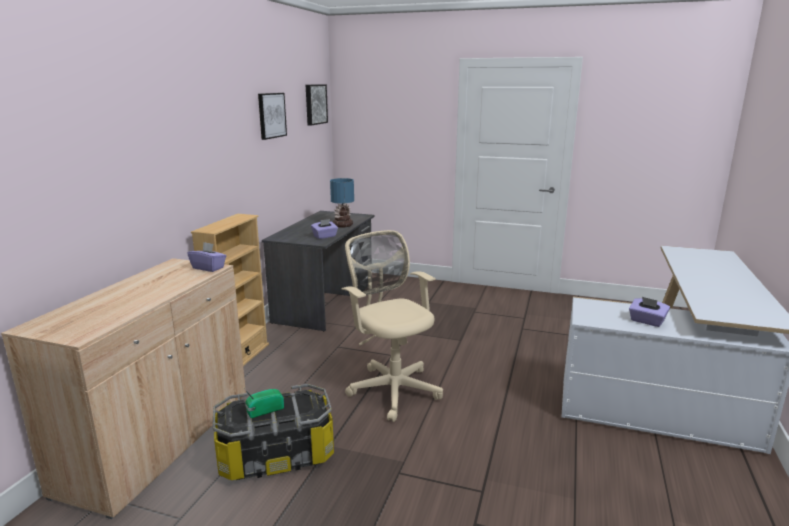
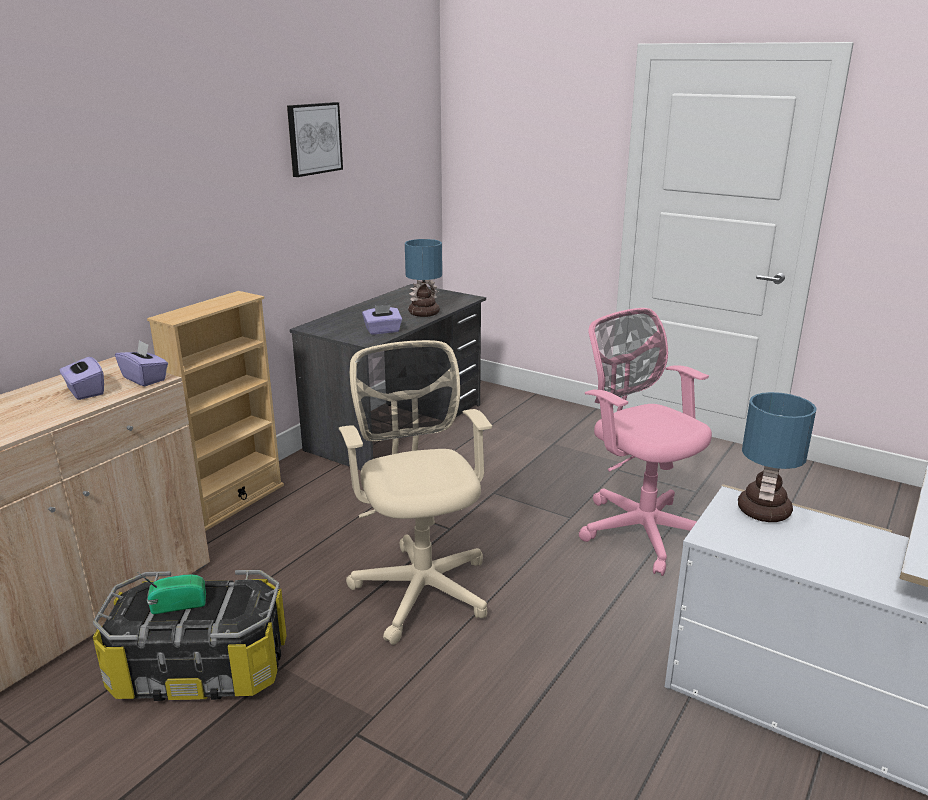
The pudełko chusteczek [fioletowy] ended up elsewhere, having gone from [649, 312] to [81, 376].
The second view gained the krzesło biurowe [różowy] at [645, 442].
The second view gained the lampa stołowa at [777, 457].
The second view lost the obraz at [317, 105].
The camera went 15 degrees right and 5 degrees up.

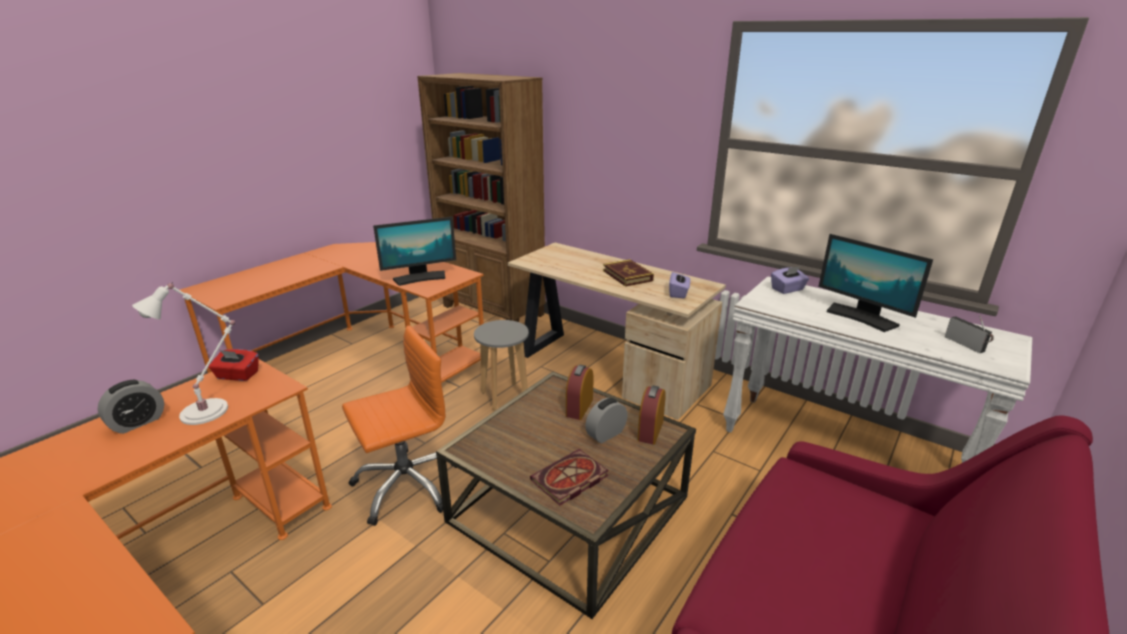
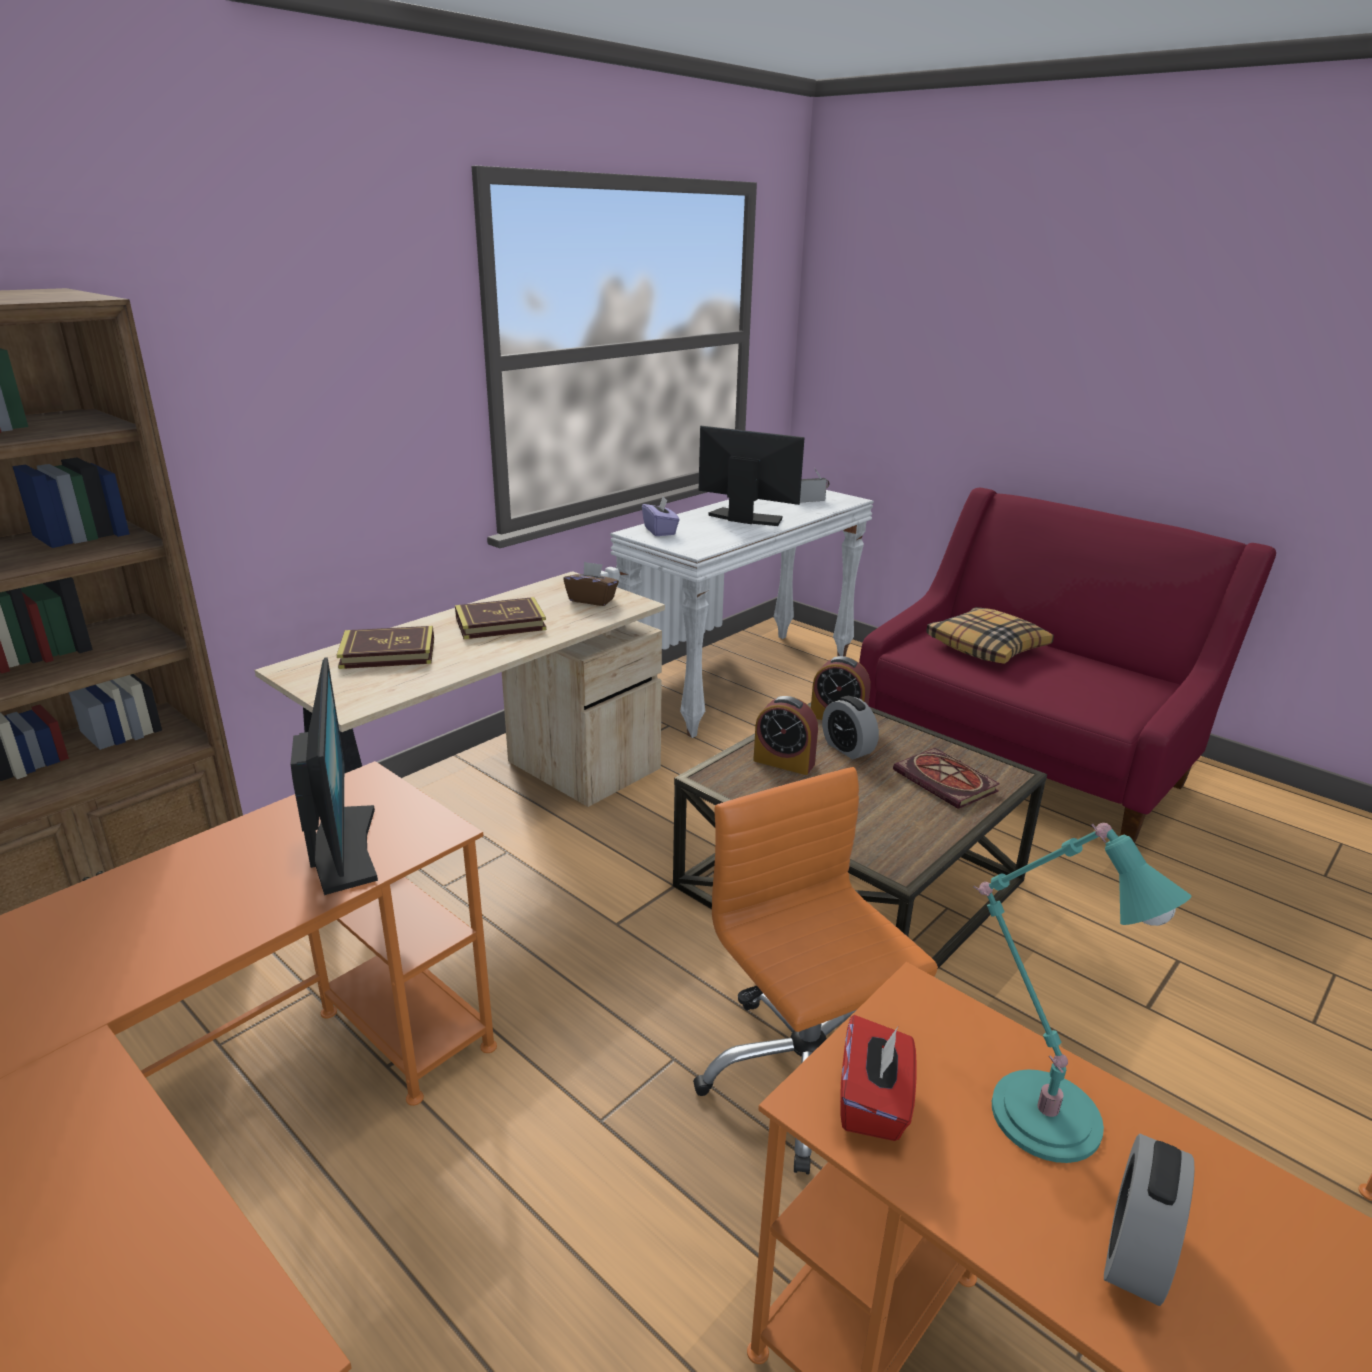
The second view gained the książka at [385, 647].
What was the pudełko chusteczek [fioletowy] at [680, 285] turned into the pudełko chusteczek [brązowy] at [591, 583].
The monitor at [875, 283] ended up facing another way, 120 degrees counterclockwise from before.
The second view gained the poduszka at [990, 635].
What was the lampa stołowa [biały] at [183, 353] turned into the lampa stołowa [turkusowy] at [1082, 993].
The budzik at [130, 406] ended up facing another way, 105 degrees counterclockwise from before.
The second view lost the stołek [szary] at [501, 365].
The camera went 85 degrees left and 0 degrees up.

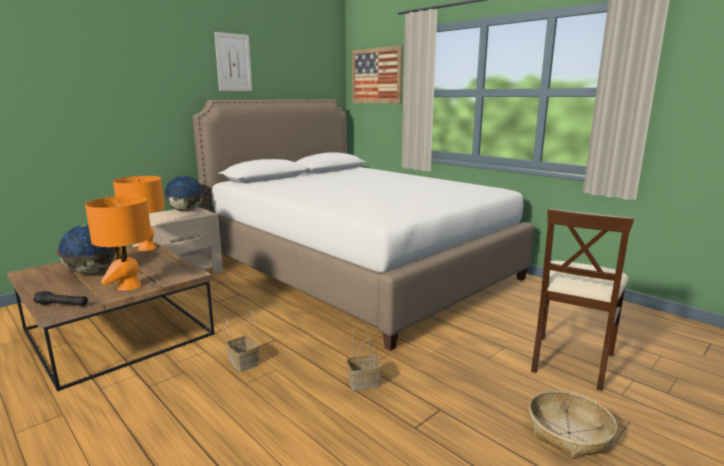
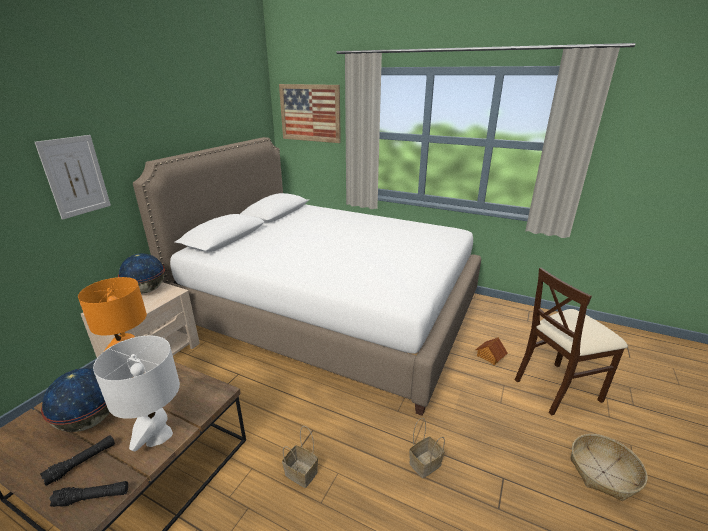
The obraz ended up elsewhere, having gone from [233, 61] to [73, 177].
The second view gained the latarka [czarny] at [77, 460].
What was the lampa stołowa [pomarańczowy] at [118, 243] turned into the lampa stołowa [biały] at [136, 393].
The second view gained the domek at [491, 351].
The krzesło [beżowy] at [582, 299] ended up facing another way, 60 degrees clockwise from before.
The camera went 20 degrees left and 10 degrees up.

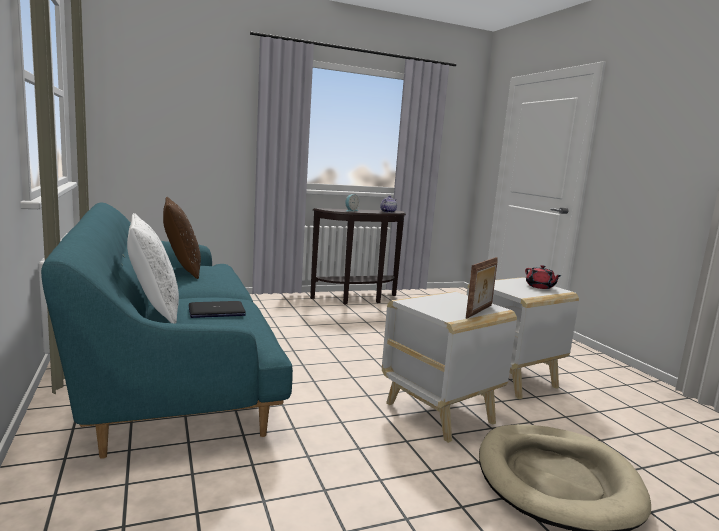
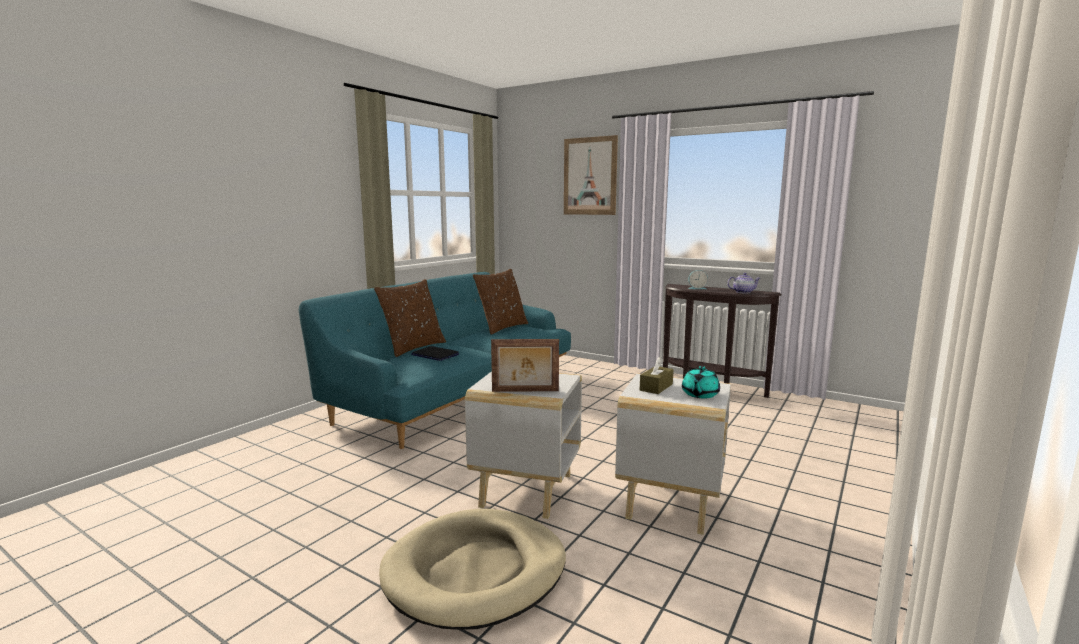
What was the poduszka [biały] at [153, 268] turned into the poduszka [brązowy] at [410, 318].
The second view gained the obraz at [591, 175].
The second view gained the pudełko chusteczek [brązowy] at [657, 375].
What was the imbryk [czerwony] at [543, 277] turned into the imbryk [turkusowy] at [701, 382].
The camera went 55 degrees right and 0 degrees up.

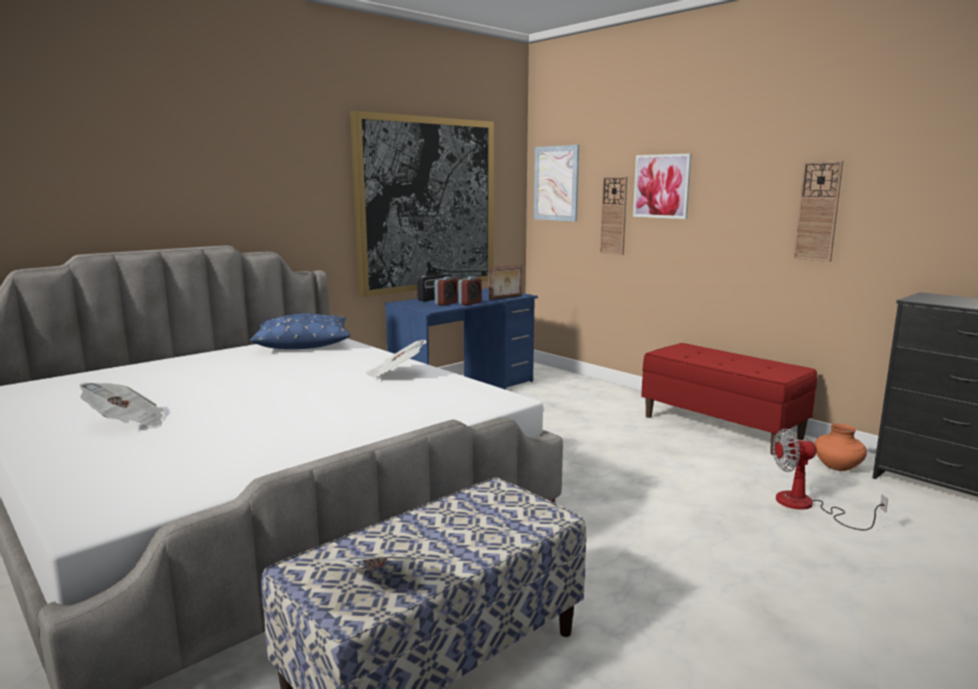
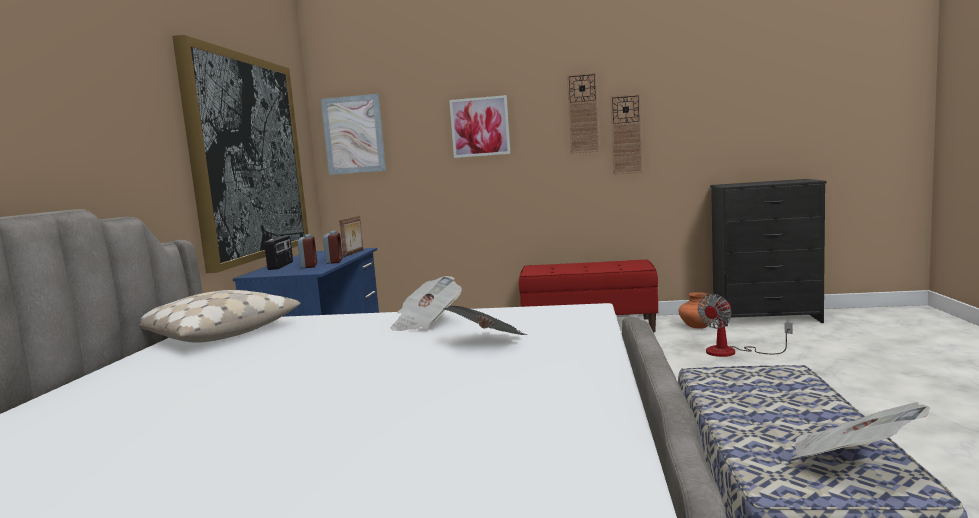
What was the poduszka [niebieski] at [300, 331] turned into the poduszka [beżowy] at [219, 316].
The gazeta ended up elsewhere, having gone from [122, 405] to [485, 320].
The zegar ścienny ended up elsewhere, having gone from [613, 216] to [583, 113].
The camera went 40 degrees left and 5 degrees down.

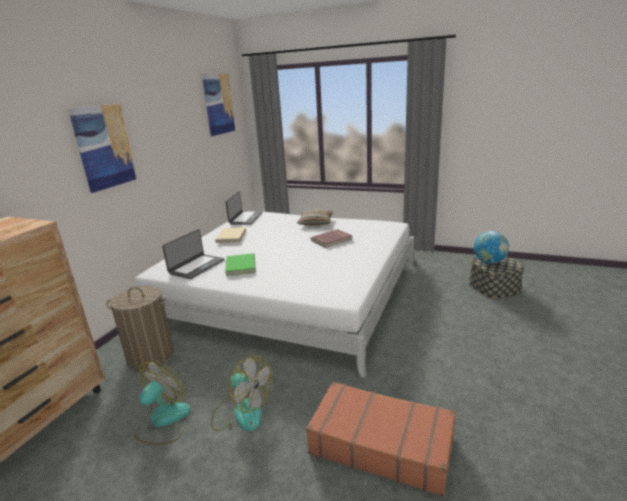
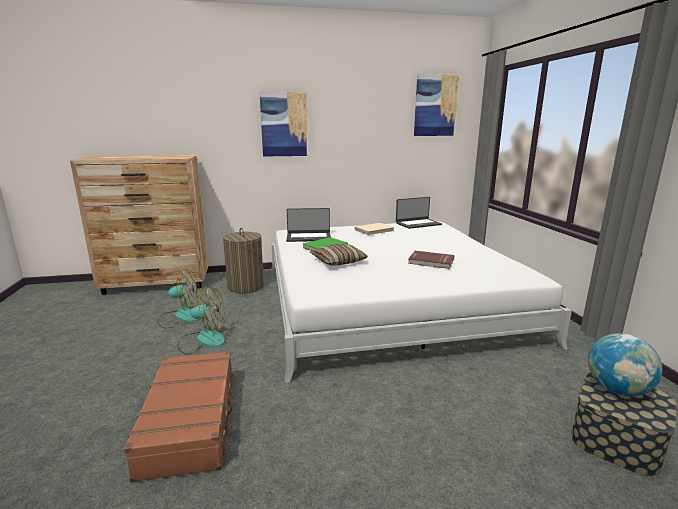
The wentylator at [241, 393] ended up facing another way, 90 degrees counterclockwise from before.
The poduszka ended up elsewhere, having gone from [315, 217] to [339, 254].
The camera went 55 degrees right and 5 degrees down.

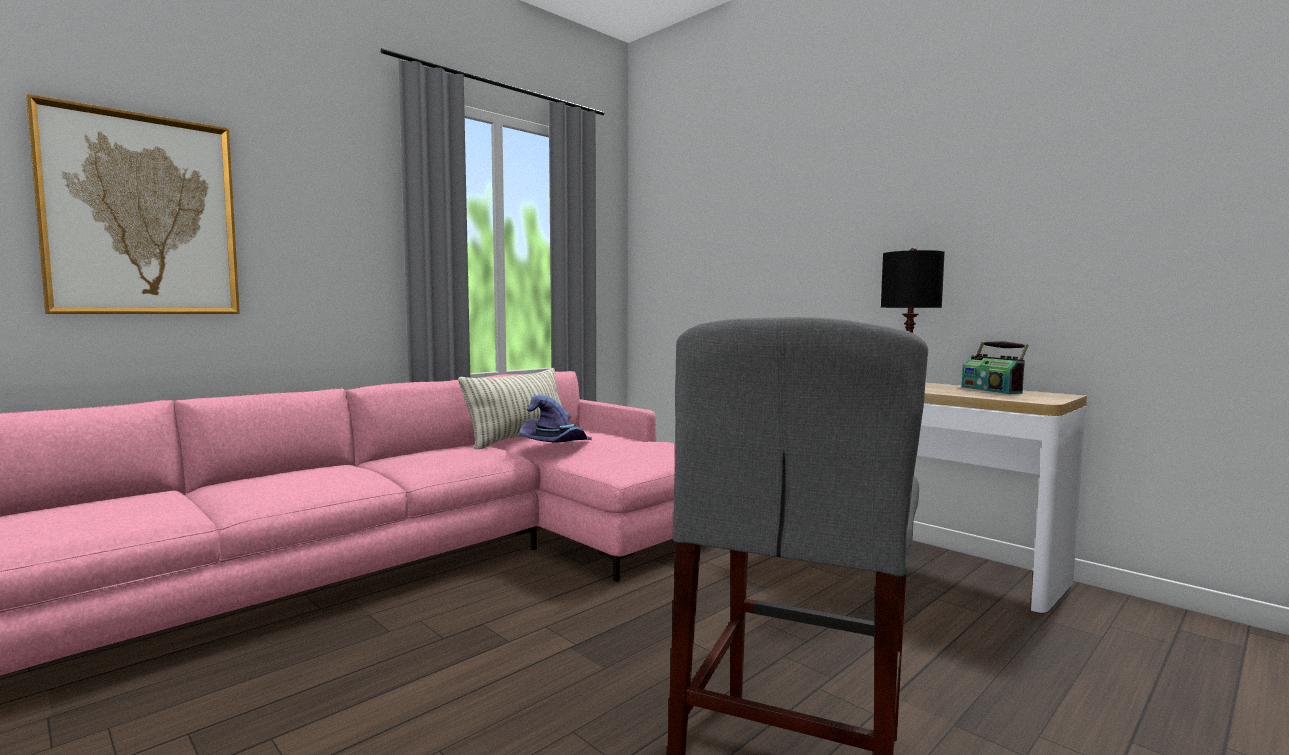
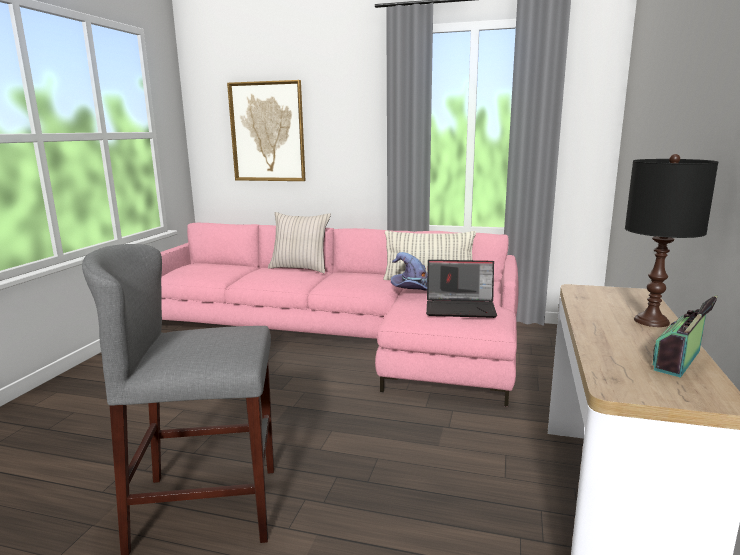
The second view gained the poduszka [beżowy] at [299, 242].
The second view gained the laptop at [461, 289].
The camera went 60 degrees right and 10 degrees up.

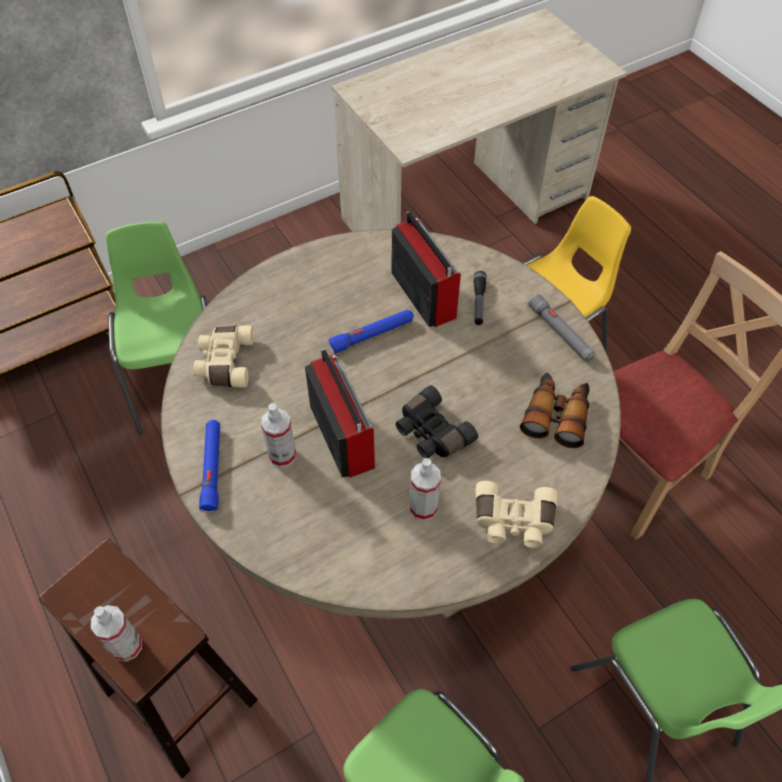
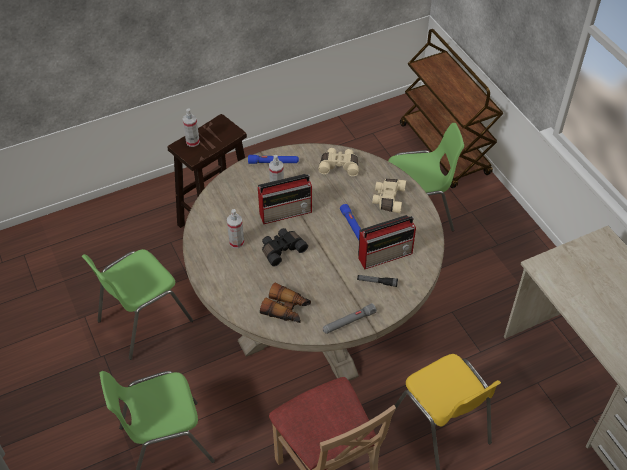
The lornetka [beżowy] ended up elsewhere, having gone from [516, 514] to [389, 196].
The camera went 95 degrees right and 5 degrees down.

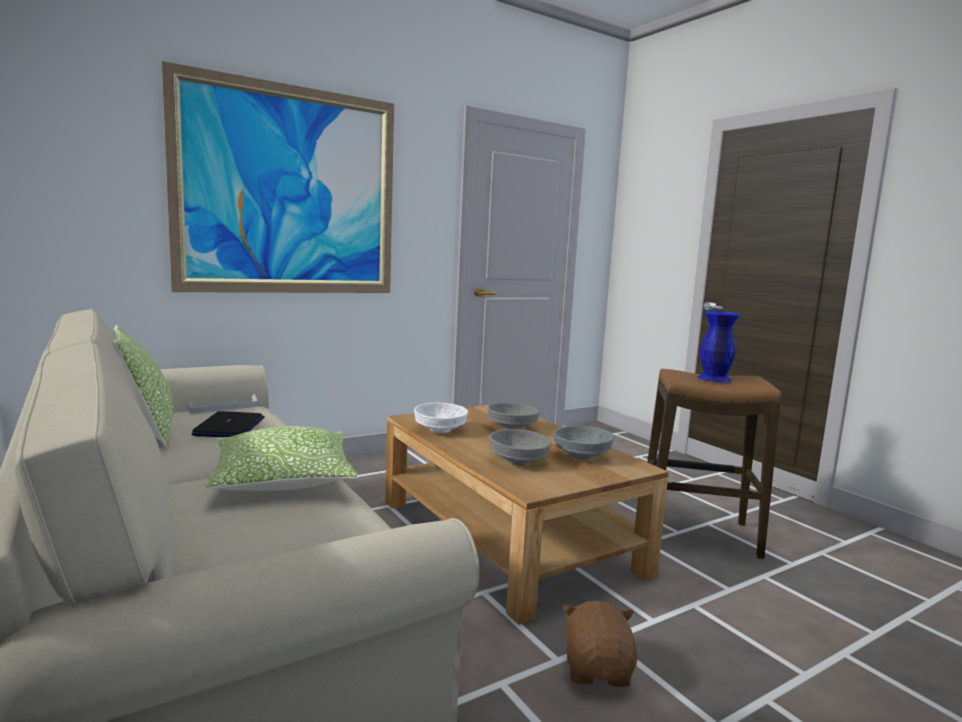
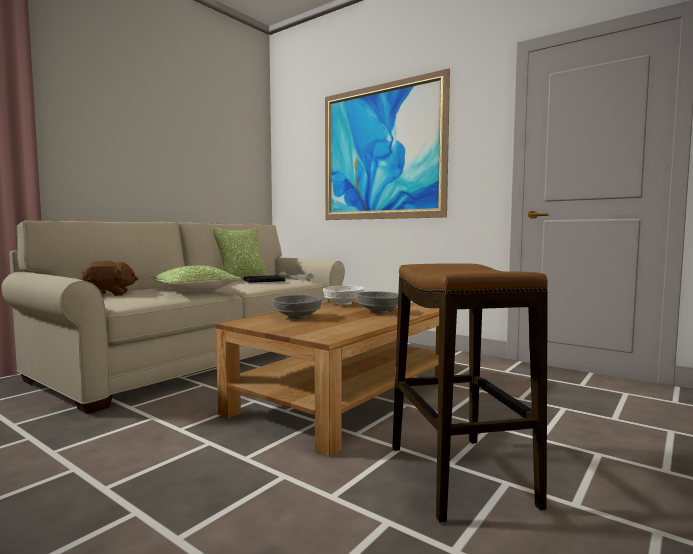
The pluszak [brązowy] ended up elsewhere, having gone from [600, 644] to [110, 278].
The second view lost the miska [szary] at [583, 442].
The second view lost the wazon [niebieski] at [718, 346].
The camera went 70 degrees right and 5 degrees down.

